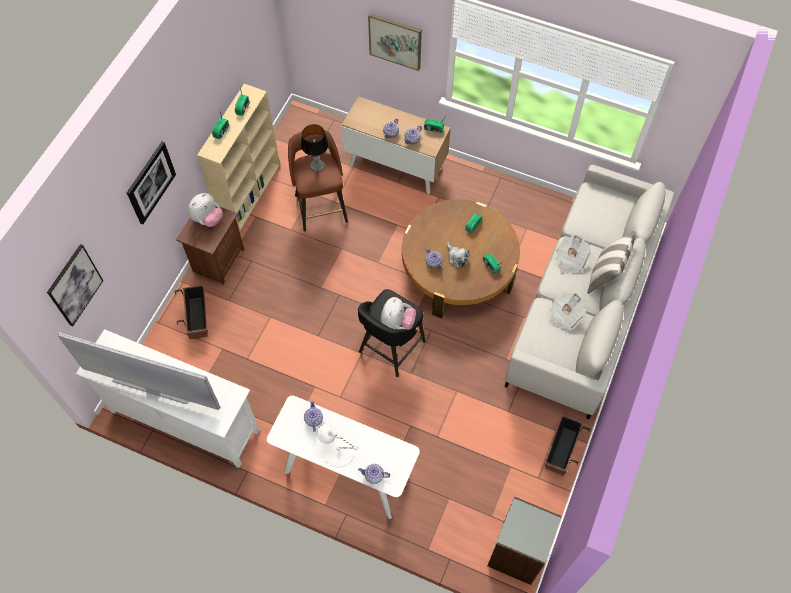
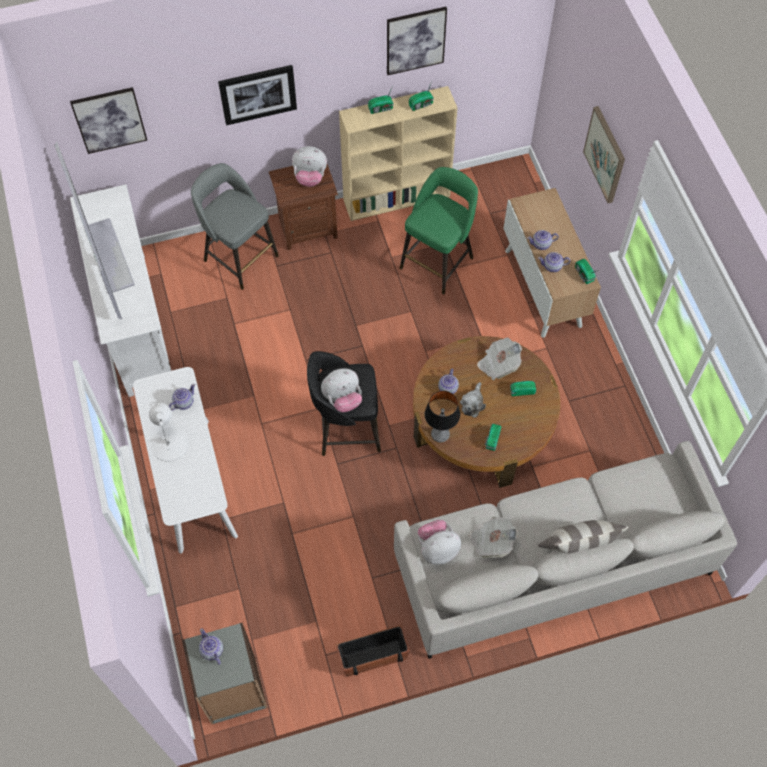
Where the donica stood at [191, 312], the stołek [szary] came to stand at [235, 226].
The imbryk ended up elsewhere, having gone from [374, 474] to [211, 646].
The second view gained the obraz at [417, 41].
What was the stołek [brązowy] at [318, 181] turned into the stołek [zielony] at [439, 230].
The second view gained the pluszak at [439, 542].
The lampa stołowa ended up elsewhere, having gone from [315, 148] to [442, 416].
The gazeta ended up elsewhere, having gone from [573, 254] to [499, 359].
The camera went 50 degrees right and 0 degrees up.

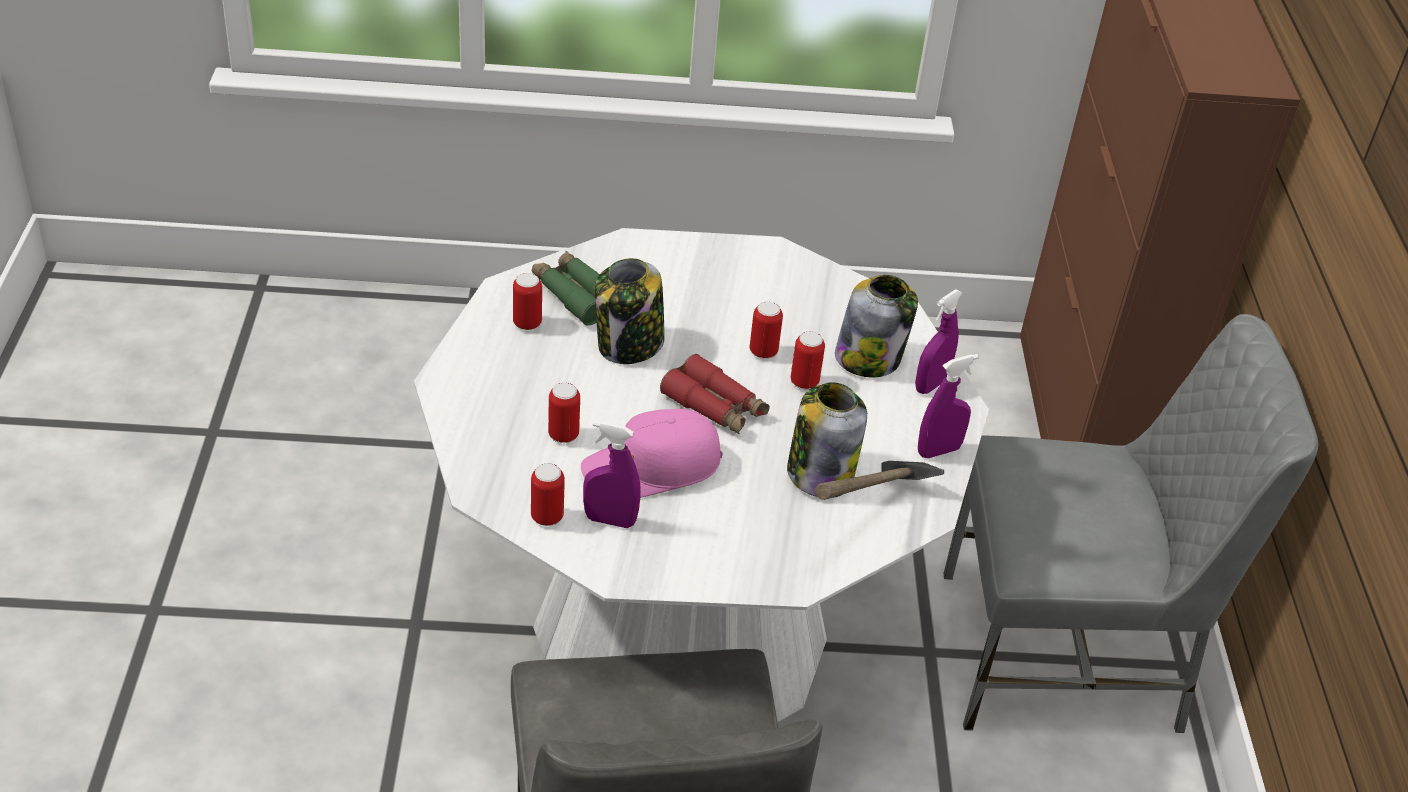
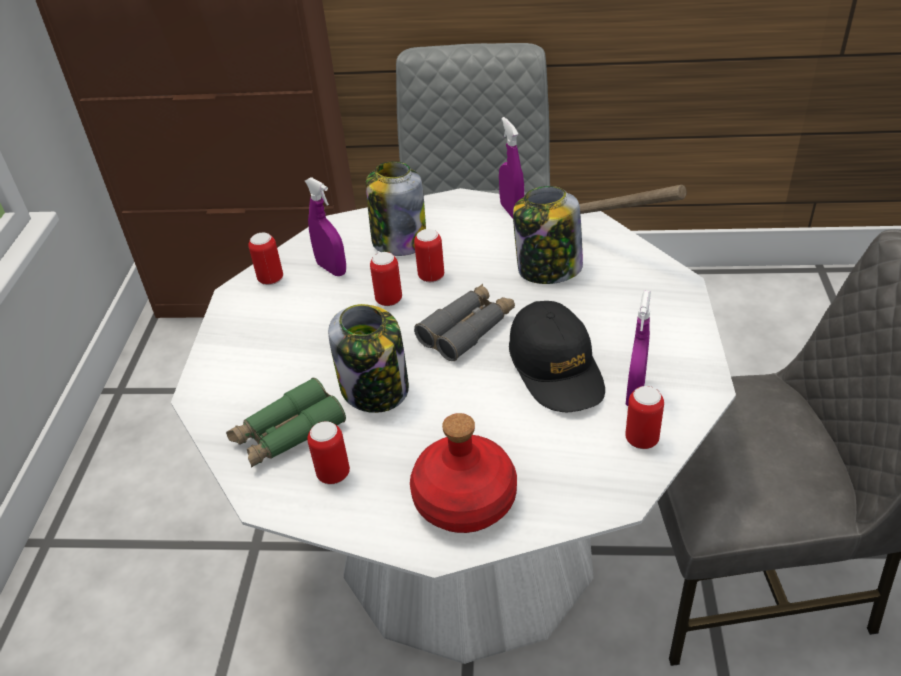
The puszka ended up elsewhere, having gone from [564, 413] to [265, 259].
The spryskiwacz [fioletowy] ended up elsewhere, having gone from [938, 341] to [325, 226].
The second view gained the butelka [czerwony] at [463, 473].
What was the lornetka [czerwony] at [715, 394] turned into the lornetka [szary] at [464, 322].
What was the czapka z daszkiem [różowy] at [652, 453] turned into the czapka z daszkiem [czarny] at [557, 356].
The camera went 80 degrees left and 0 degrees up.

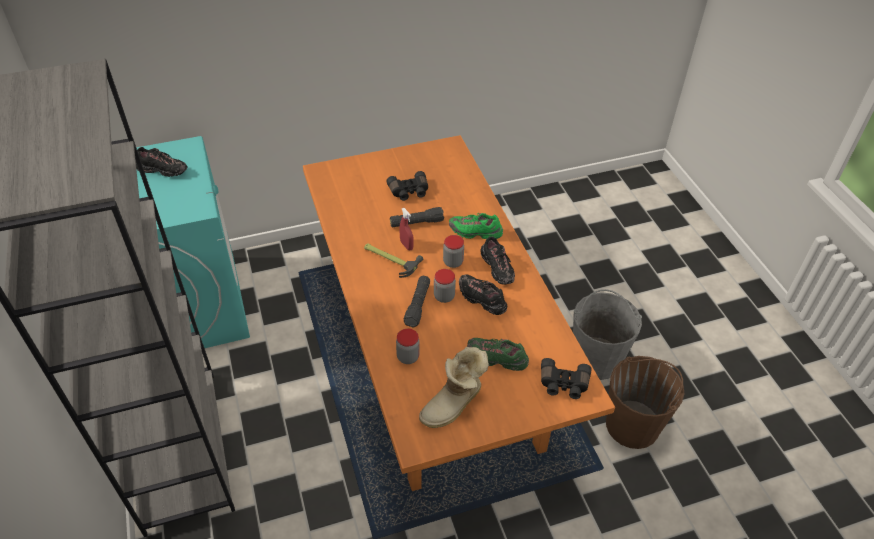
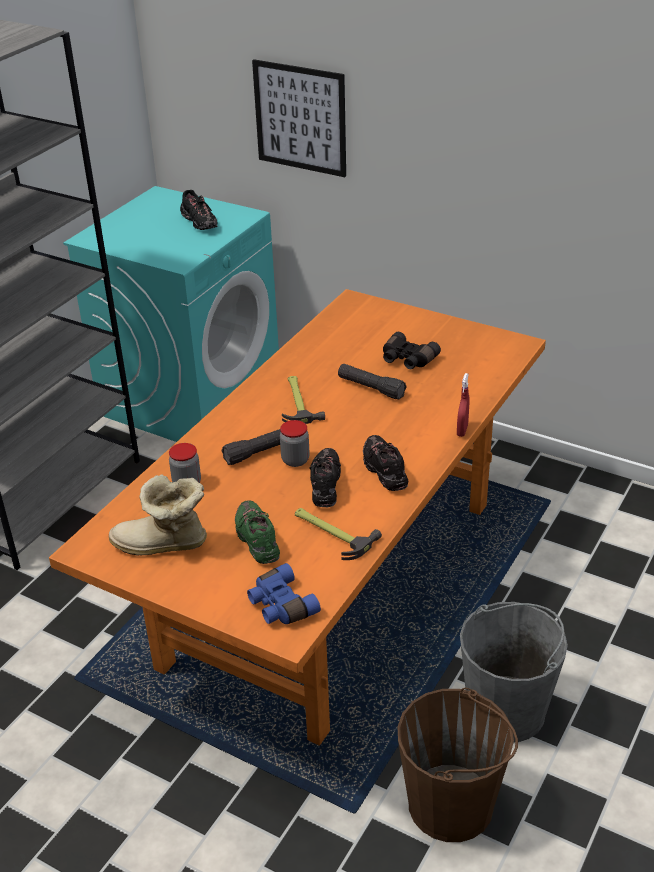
What was the lornetka [czarny] at [566, 378] turned into the lornetka [niebieski] at [284, 593].
The second view gained the obraz at [299, 118].
The second view gained the młotek at [338, 534].
The but [czarny] at [497, 261] ended up facing another way, 135 degrees clockwise from before.
The spryskiwacz [czerwony] ended up elsewhere, having gone from [406, 229] to [463, 405].
The second view lost the słoik at [453, 251].
The second view lost the but [zielony] at [476, 226].
The camera went 50 degrees right and 10 degrees down.

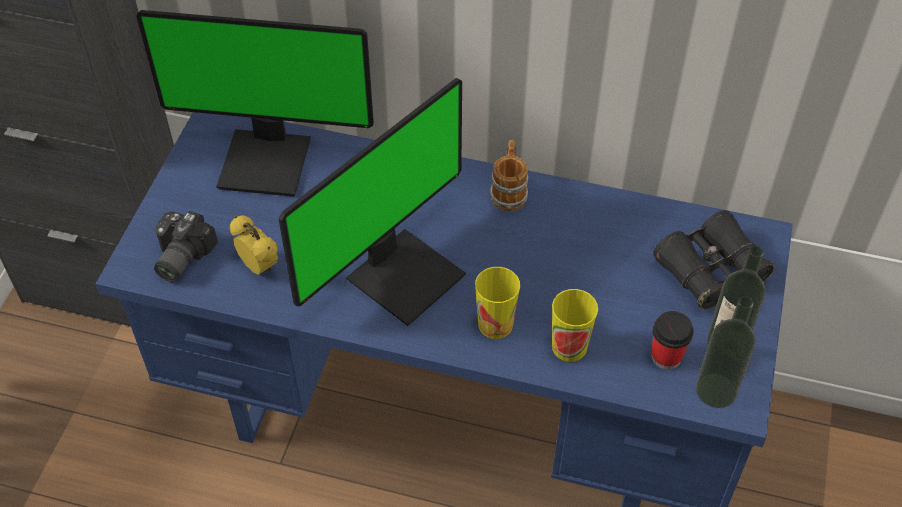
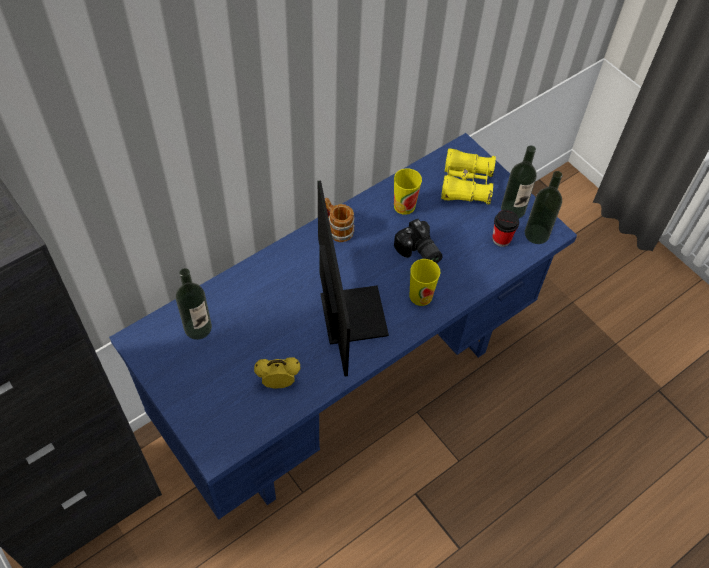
Where the monitor stood at [255, 103], the butelka came to stand at [194, 304].
The filiżanka ended up elsewhere, having gone from [575, 325] to [408, 191].
The aparat fotograficzny ended up elsewhere, having gone from [186, 246] to [418, 241].
What was the lornetka [czarny] at [714, 260] turned into the lornetka [żółty] at [468, 176].
The camera went 55 degrees left and 5 degrees up.

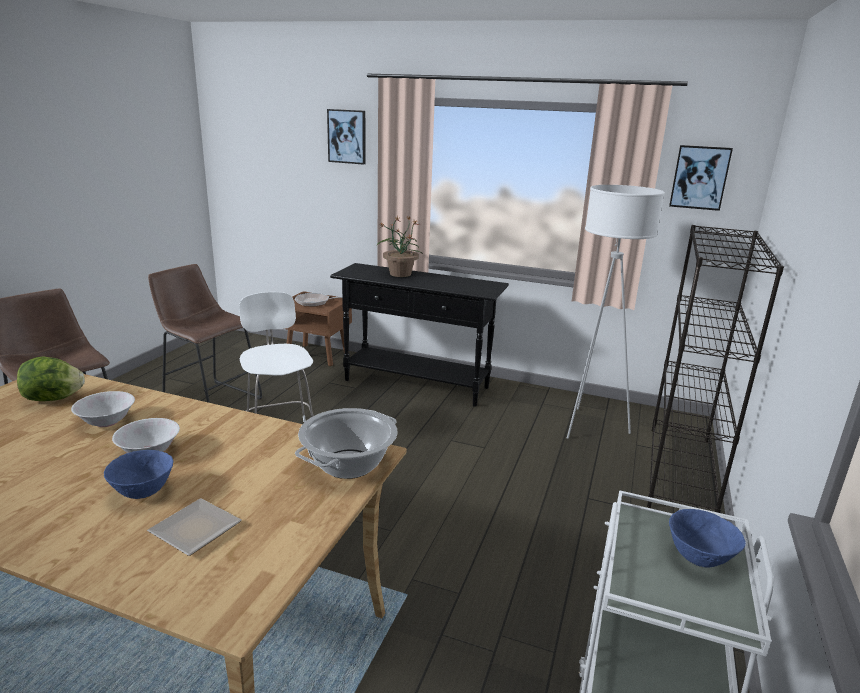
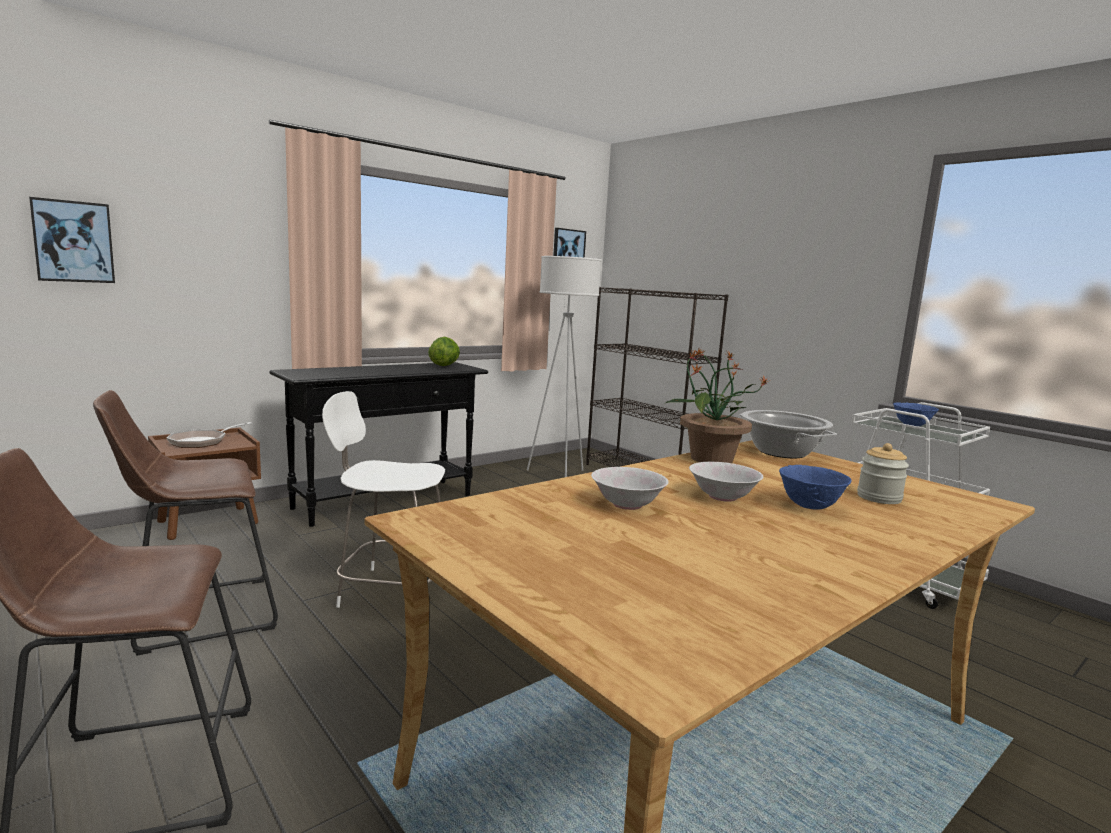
The obraz ended up elsewhere, having gone from [346, 137] to [72, 240].
The sałata ended up elsewhere, having gone from [51, 379] to [444, 351].
The roślina doniczkowa ended up elsewhere, having gone from [400, 246] to [717, 405].
Where the talerz stood at [194, 527], the słoik came to stand at [883, 473].
The camera went 60 degrees left and 10 degrees down.

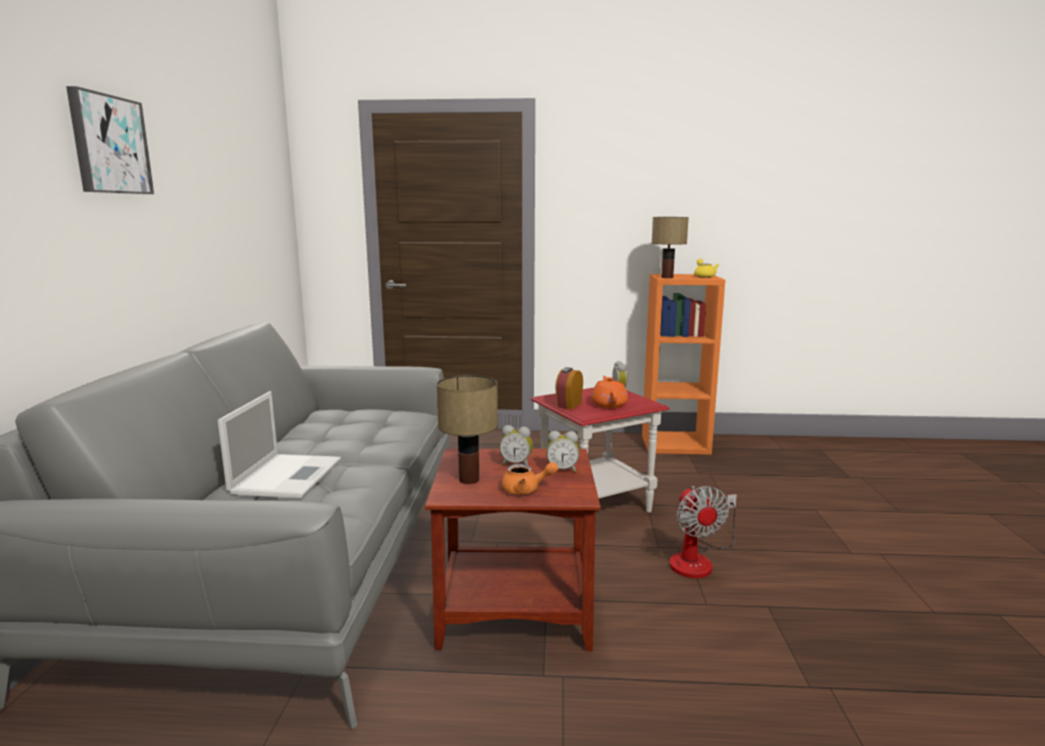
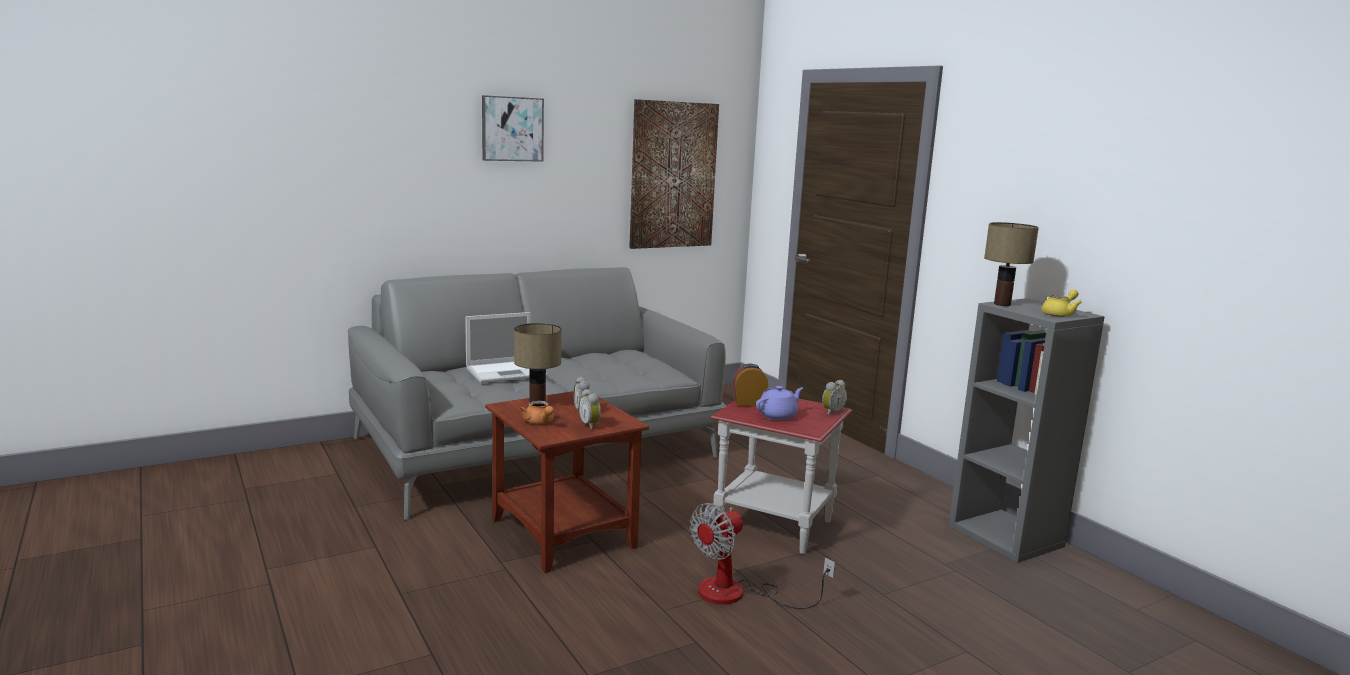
The second view gained the obraz at [674, 174].
What was the imbryk [pomarańczowy] at [609, 392] turned into the imbryk [fioletowy] at [779, 403].
What was the regał [pomarańczowy] at [683, 364] turned into the regał [szary] at [1026, 430].
The camera went 55 degrees right and 0 degrees up.

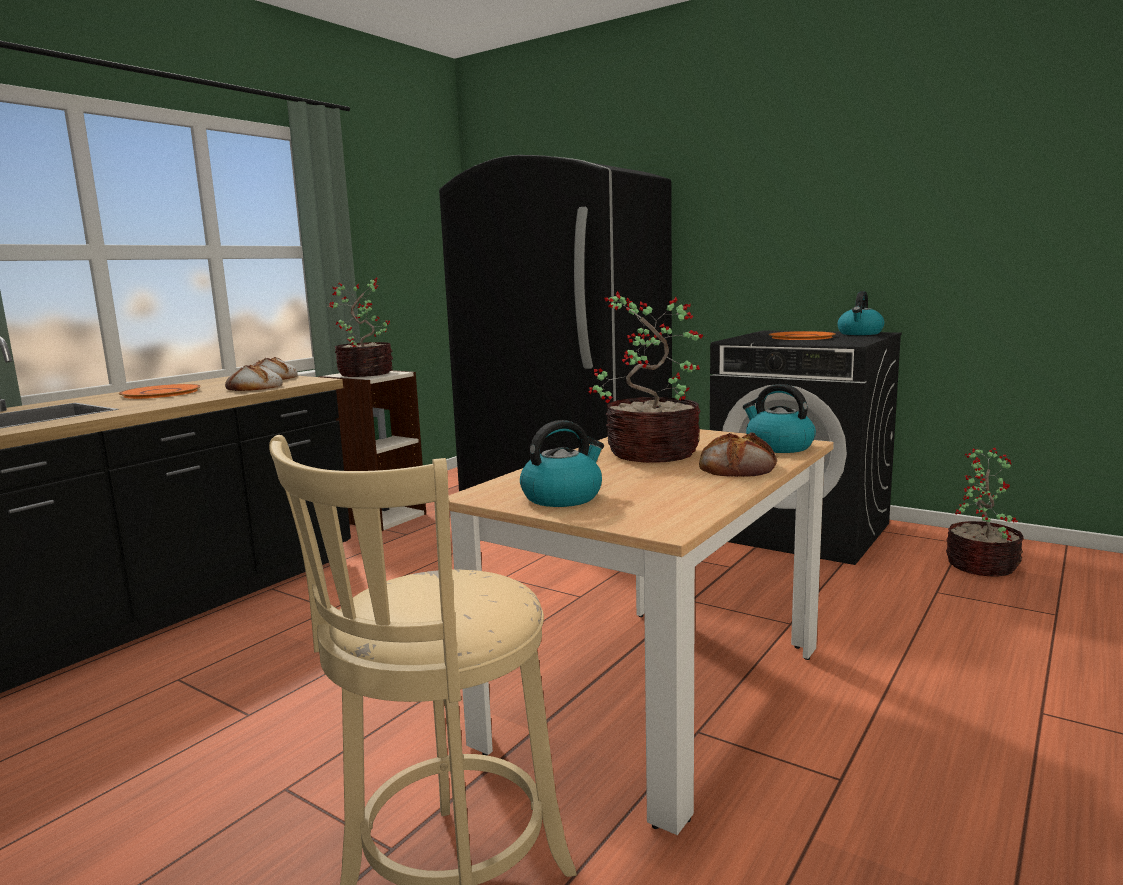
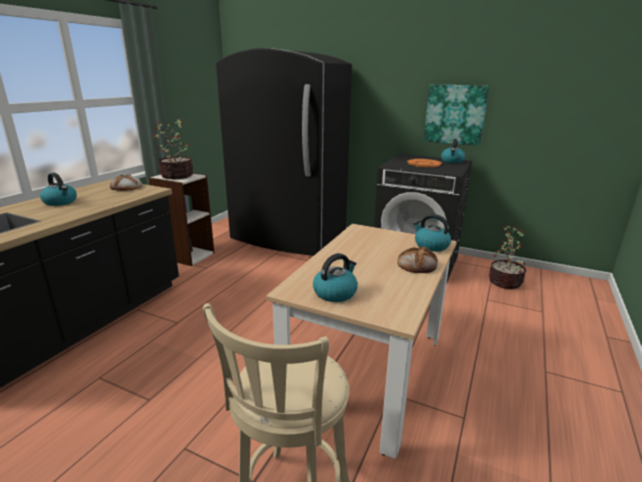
Where the talerz [pomarańczowy] stood at [160, 391], the czajnik came to stand at [58, 189].
The second view gained the obraz at [456, 115].
The second view lost the chleb at [254, 377].
The second view lost the roślina doniczkowa at [645, 377].
The camera went 10 degrees left and 10 degrees up.

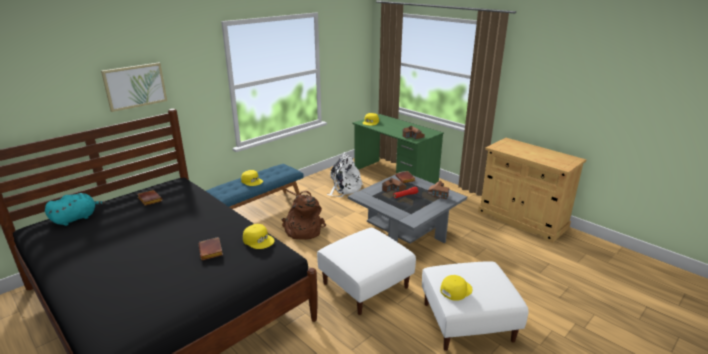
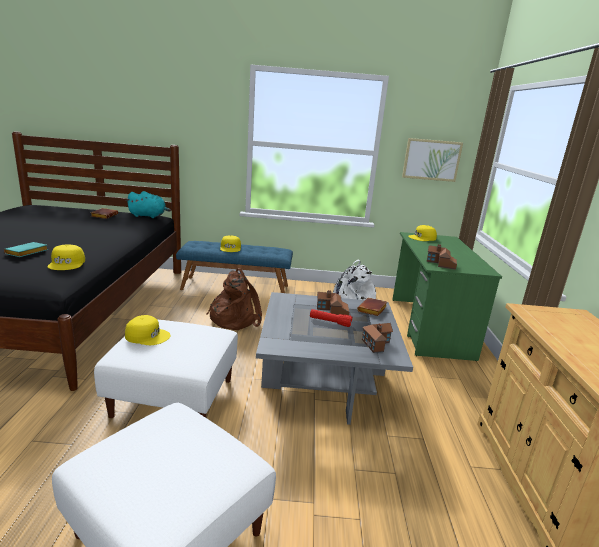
What was the książka [brązowy] at [211, 248] turned into the książka [turkusowy] at [26, 249].
The czapka z daszkiem [żółty] ended up elsewhere, having gone from [456, 288] to [148, 330].
The pluszak [turkusowy] ended up elsewhere, having gone from [75, 209] to [148, 204].
The obraz ended up elsewhere, having gone from [134, 87] to [432, 160].
The camera went 45 degrees right and 5 degrees down.

